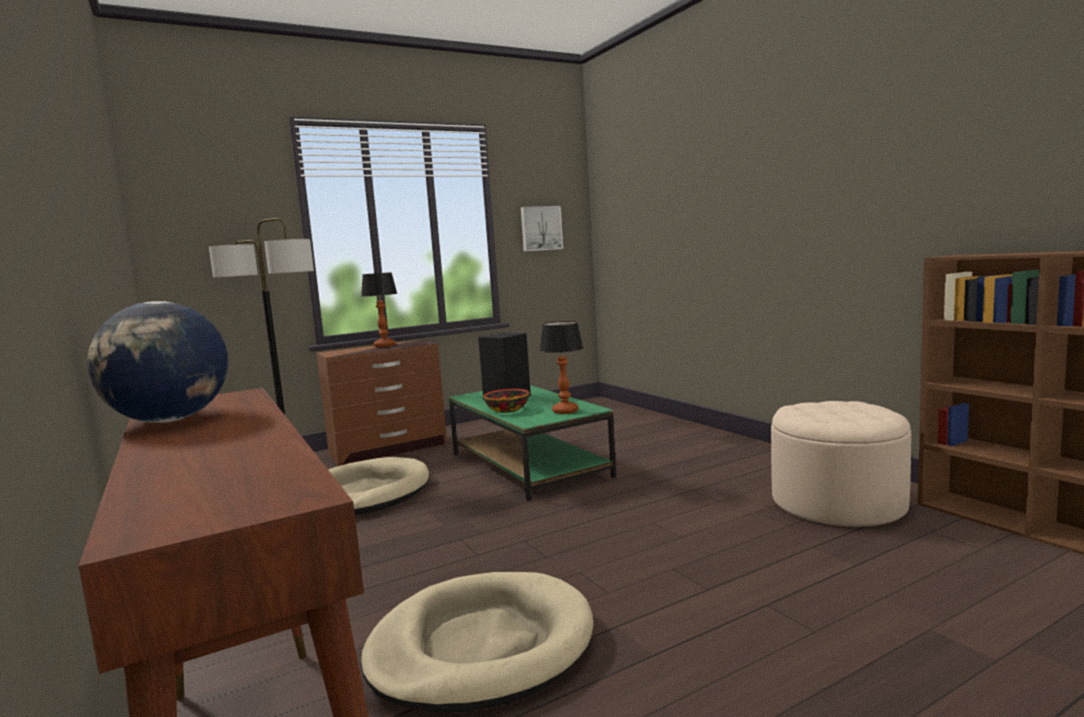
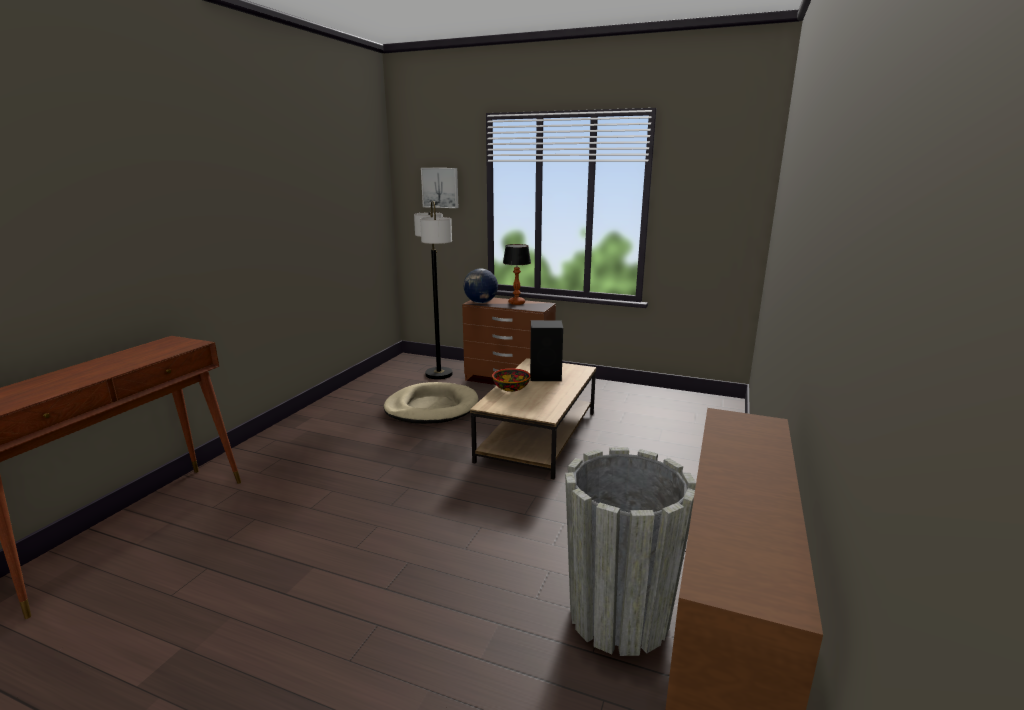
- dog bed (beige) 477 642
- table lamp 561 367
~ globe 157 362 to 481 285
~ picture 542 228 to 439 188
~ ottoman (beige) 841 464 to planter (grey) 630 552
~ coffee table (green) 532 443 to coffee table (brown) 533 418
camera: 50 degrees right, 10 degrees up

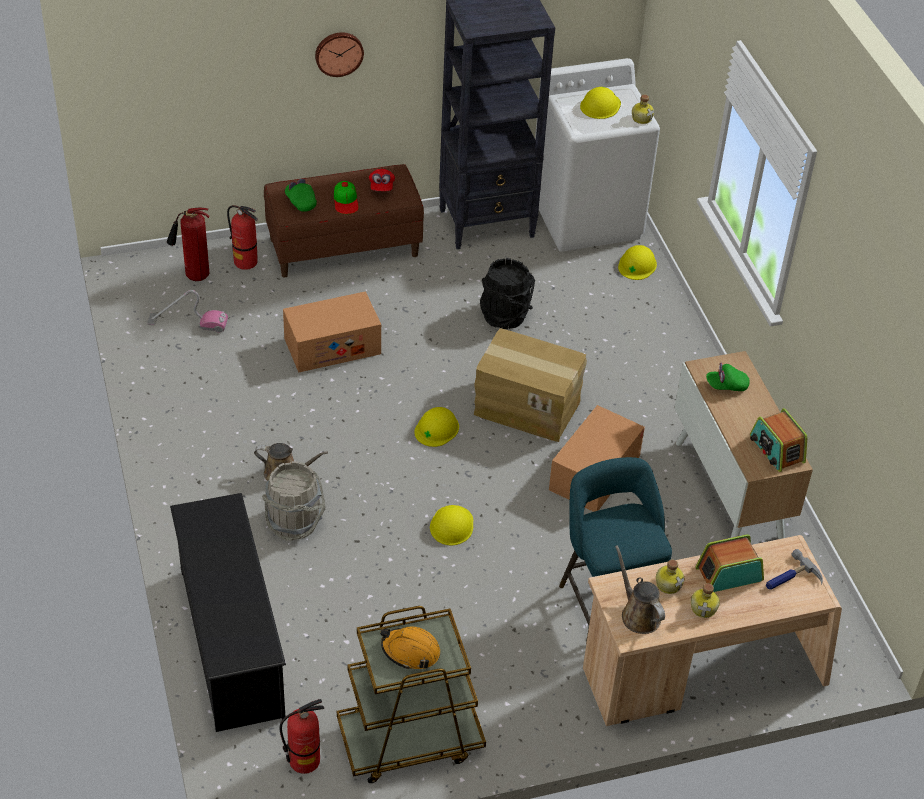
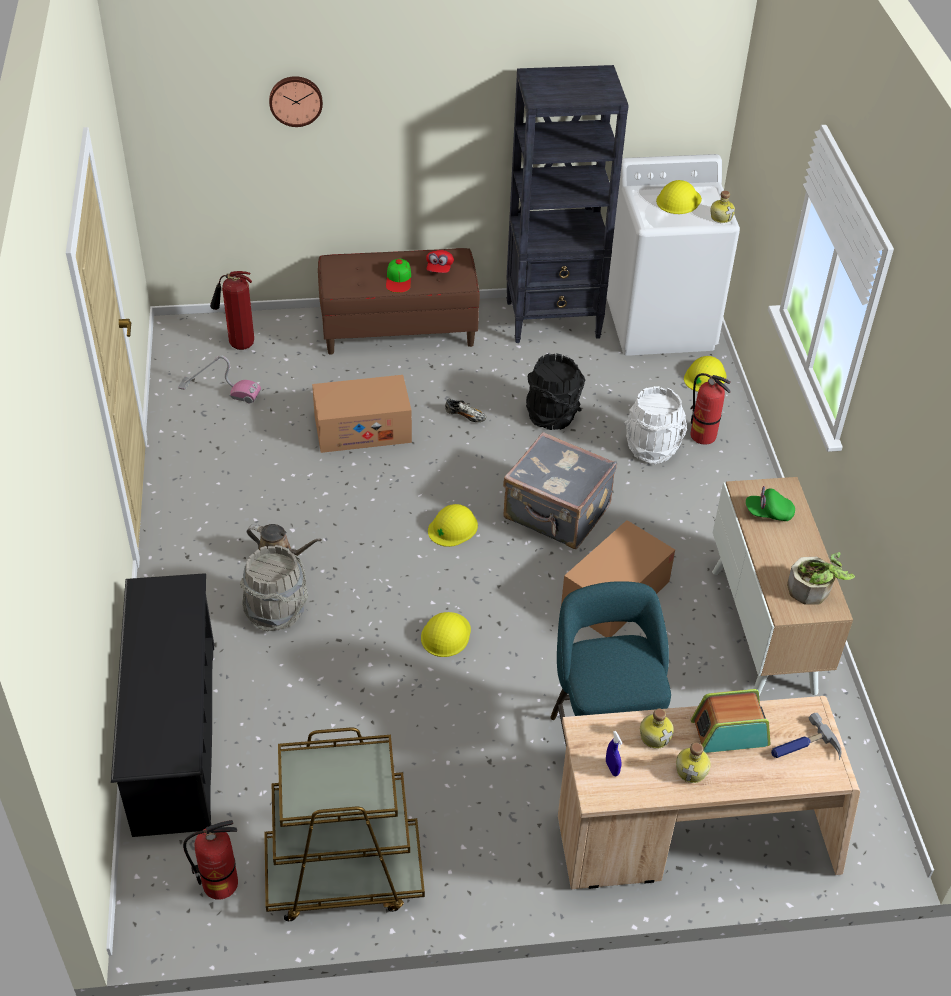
- cap (green) 301 195
- hard hat (orange) 410 648
+ shoe 465 410
+ bucket (white) 655 425
~ fire extinguisher 242 237 to 711 409
~ wall clock 339 54 to 296 101
~ cardboard box 530 385 to suitcase (grey) 560 490
~ watering can (brown) 640 589 to spray bottle (blue) 614 753
~ radio 778 440 to potted plant 821 578
camera: 10 degrees right, 0 degrees up

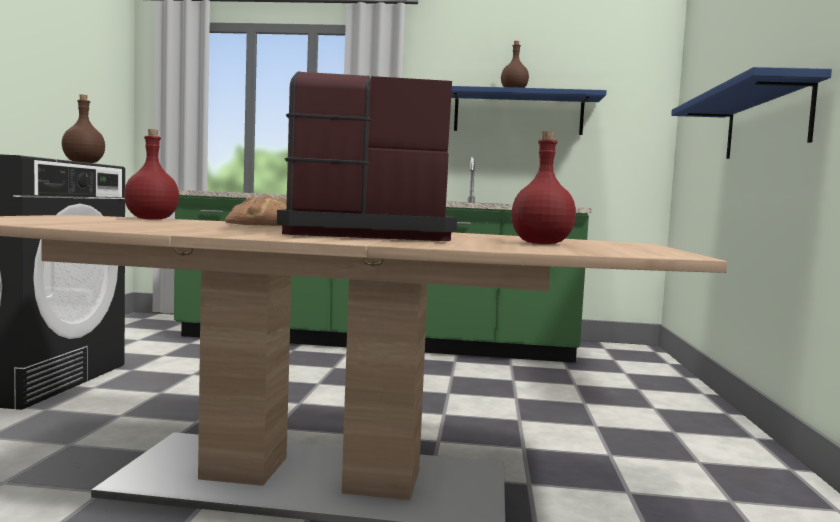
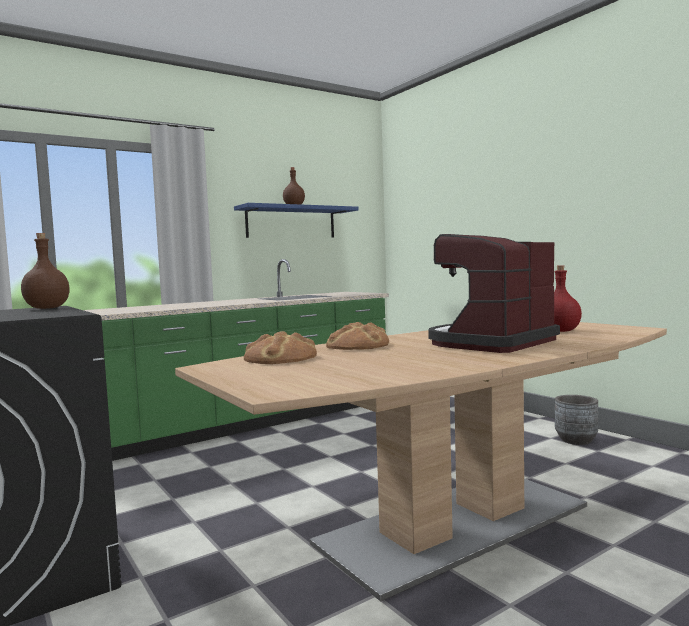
- shelf (blue) 751 113
+ planter (grey) 576 420
~ bottle (red) 151 174 to bread 280 347
camera: 40 degrees left, 0 degrees up

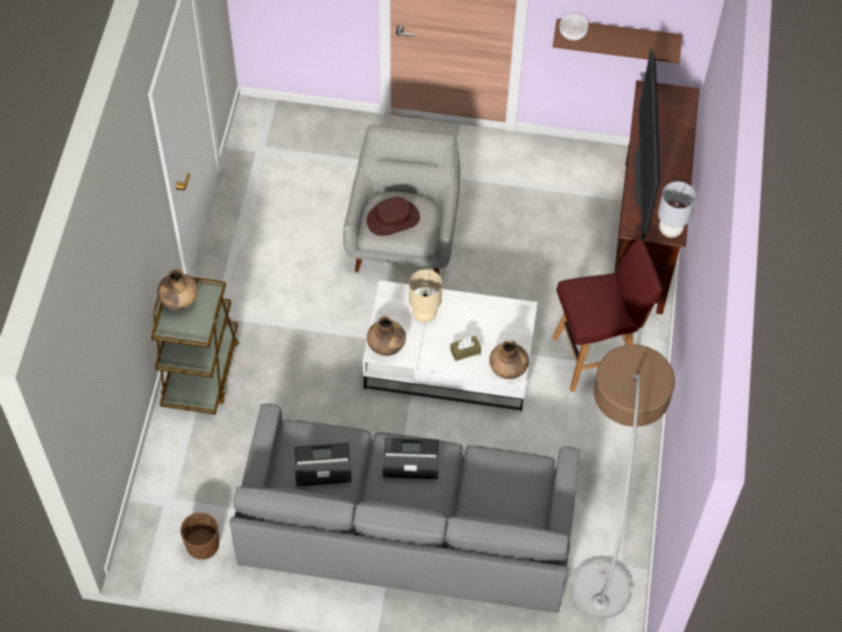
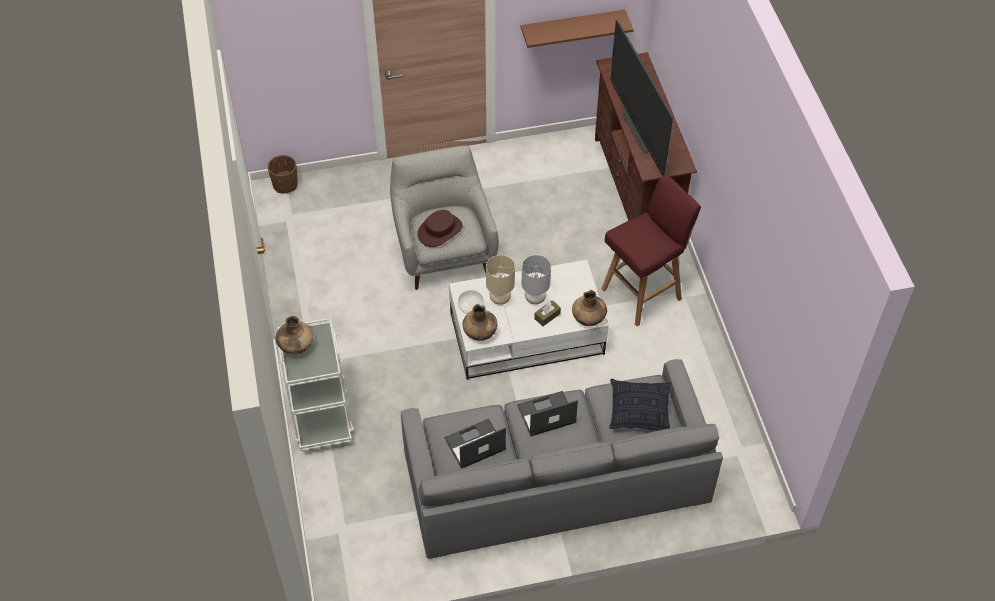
- floor lamp 623 481
+ pillow 640 405
~ planter (brown) 199 536 to 283 174
~ bowl 574 27 to 471 302
~ table lamp (grey) 677 209 to 536 280
~ cart (brown) 195 346 to cart (white) 315 384
camera: 20 degrees left, 5 degrees down

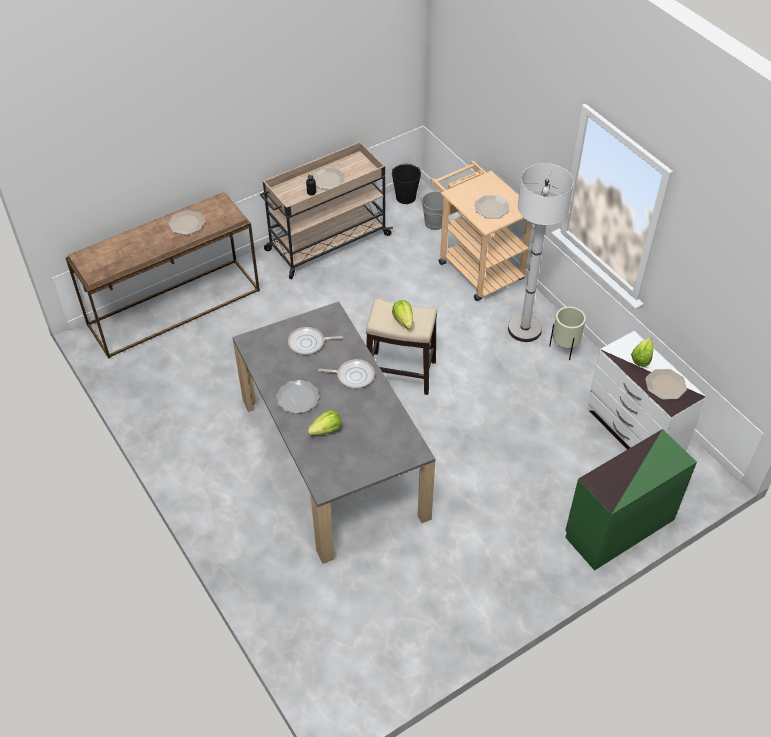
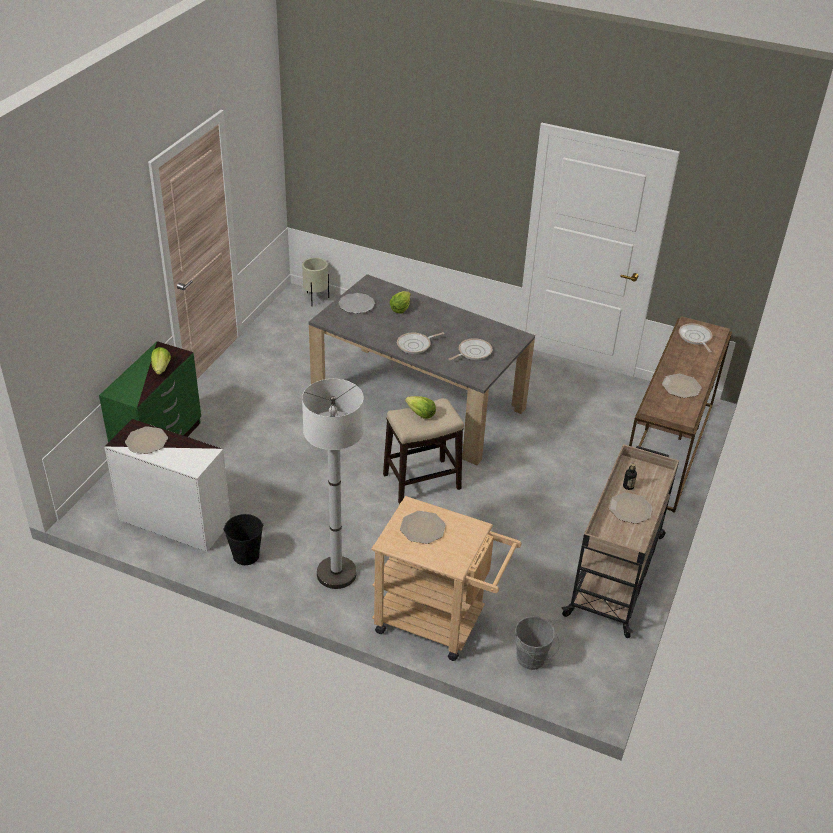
+ frying pan 695 338
~ plate 298 397 to 356 303
~ bucket (black) 406 184 to 243 539
~ planter (beige) 567 333 to 315 282
~ lettuce 642 352 to 161 361
camera: 145 degrees right, 10 degrees down

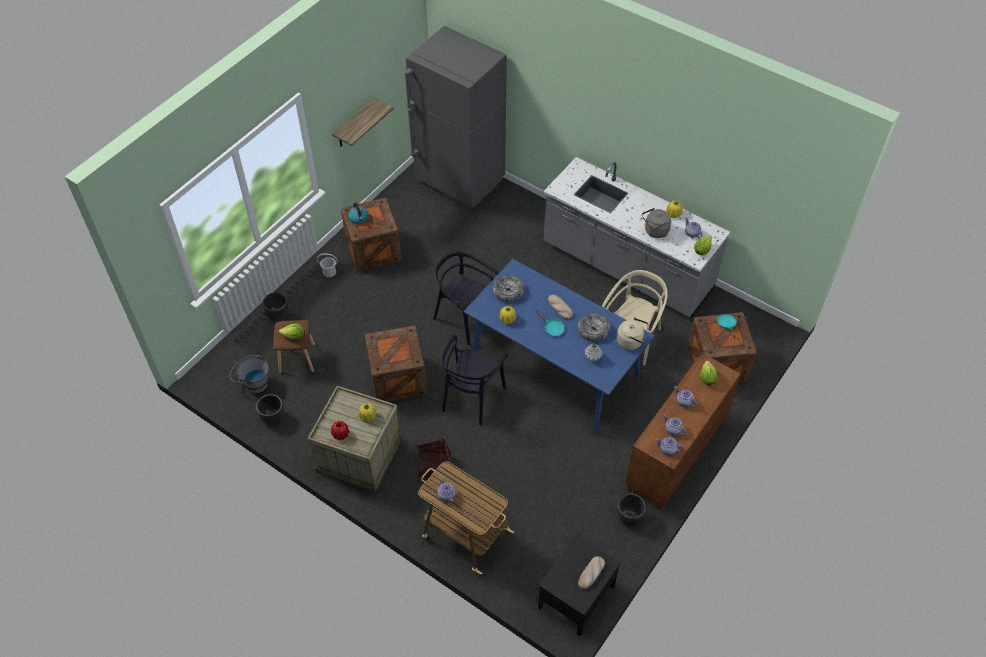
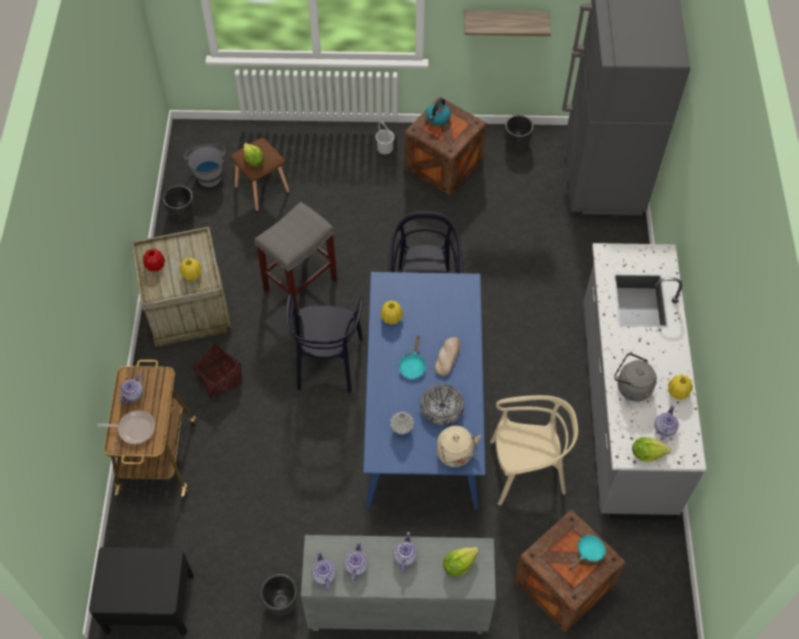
- bowl 508 288
- bread 591 572
+ frying pan 126 427
~ planter (black) 276 306 to 519 132
~ crate 396 364 to stool (grey) 295 255
~ cabinet (brown) 683 431 to cabinet (grey) 398 584
~ chair (black) 475 380 = 324 343 75 degrees counterclockwise
camera: 55 degrees right, 5 degrees up

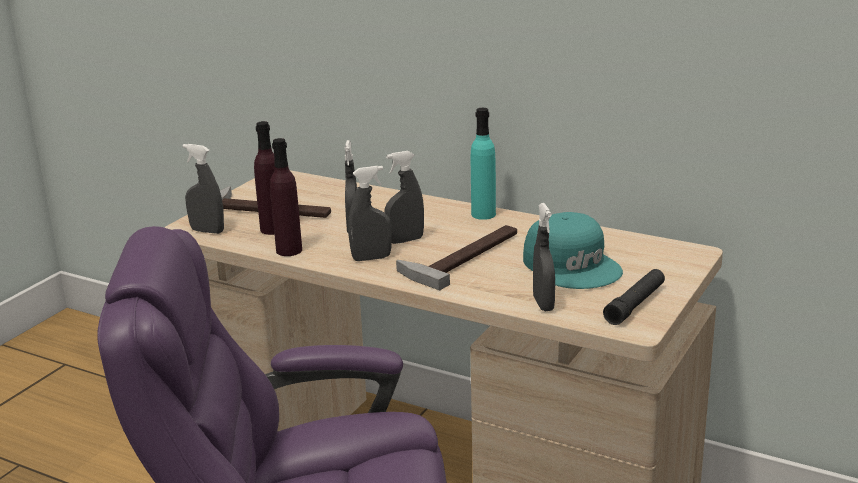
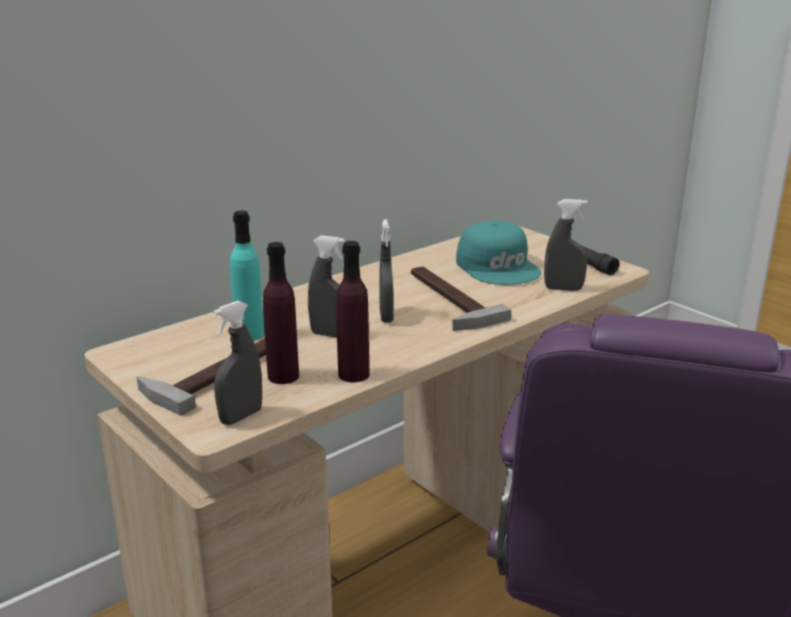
- spray bottle (grey) 370 213
~ bottle (turquoise) 483 164 to 247 275
~ cap (turquoise) 573 250 = 498 253 75 degrees clockwise
camera: 70 degrees left, 0 degrees up

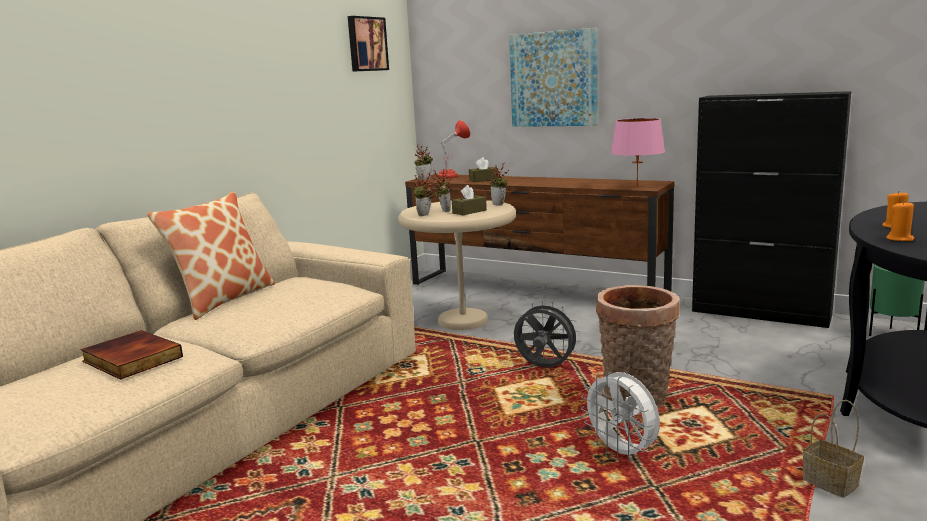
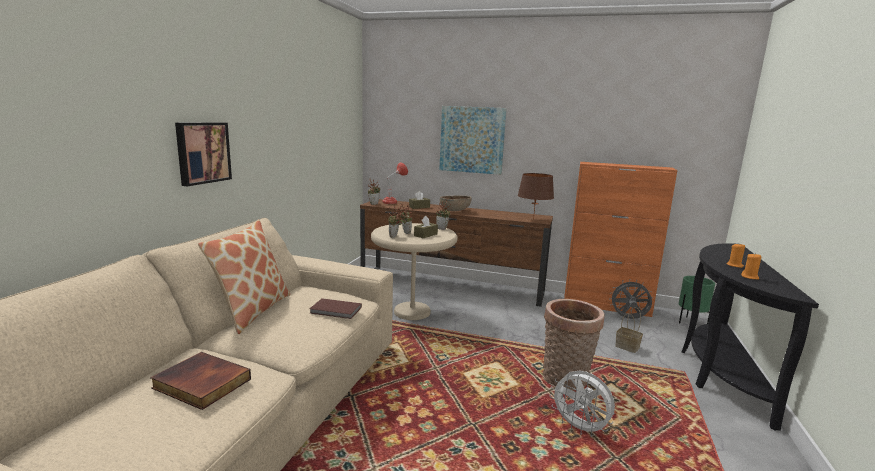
+ book (brown) 335 308
+ bowl (brown) 456 203
~ picture 368 44 to 203 154
~ fan (grey) 547 334 to 631 299
~ basket 833 449 to 629 330
~ table lamp (pink) 638 152 to table lamp (brown) 536 196
~ cabinet (black) 771 209 to cabinet (orange) 621 239
camera: 15 degrees left, 0 degrees up

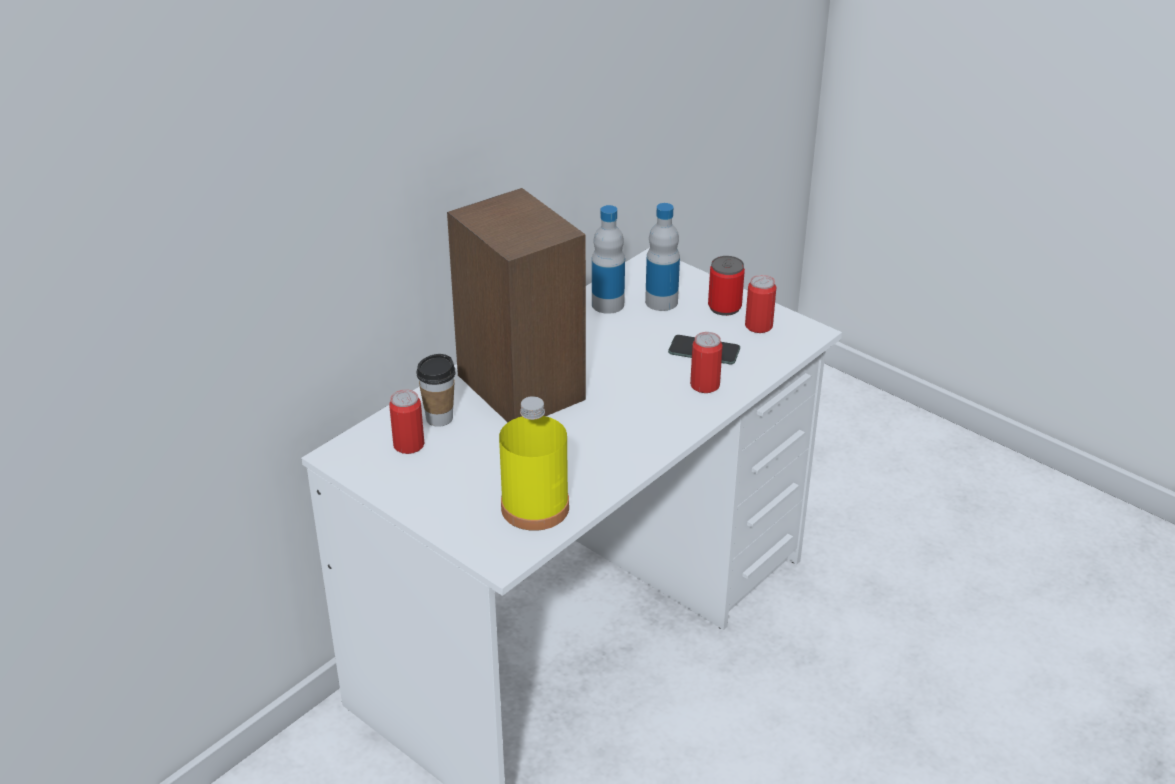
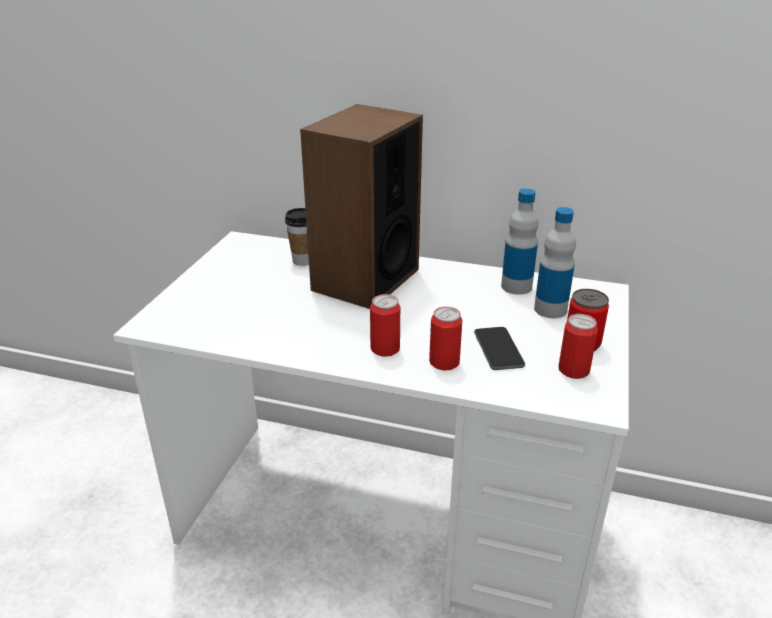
- bottle (yellow) 534 463
~ can 407 421 to 385 325
camera: 65 degrees right, 5 degrees down

